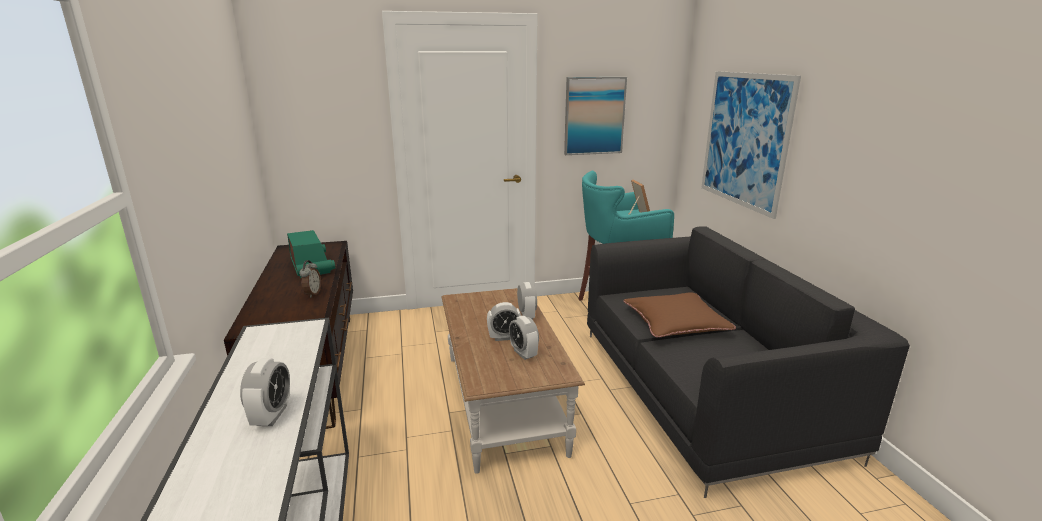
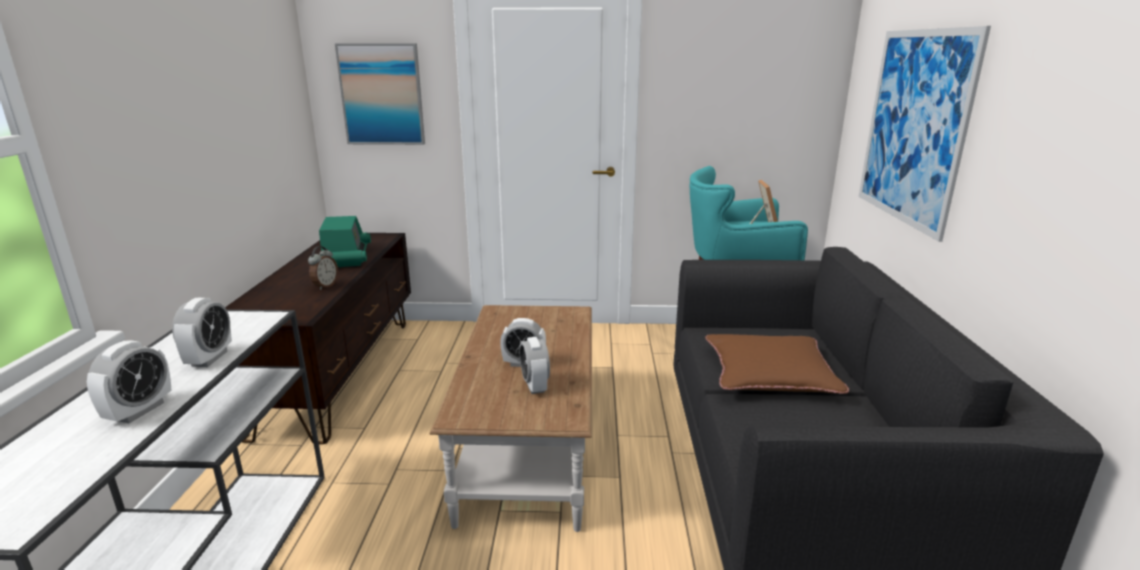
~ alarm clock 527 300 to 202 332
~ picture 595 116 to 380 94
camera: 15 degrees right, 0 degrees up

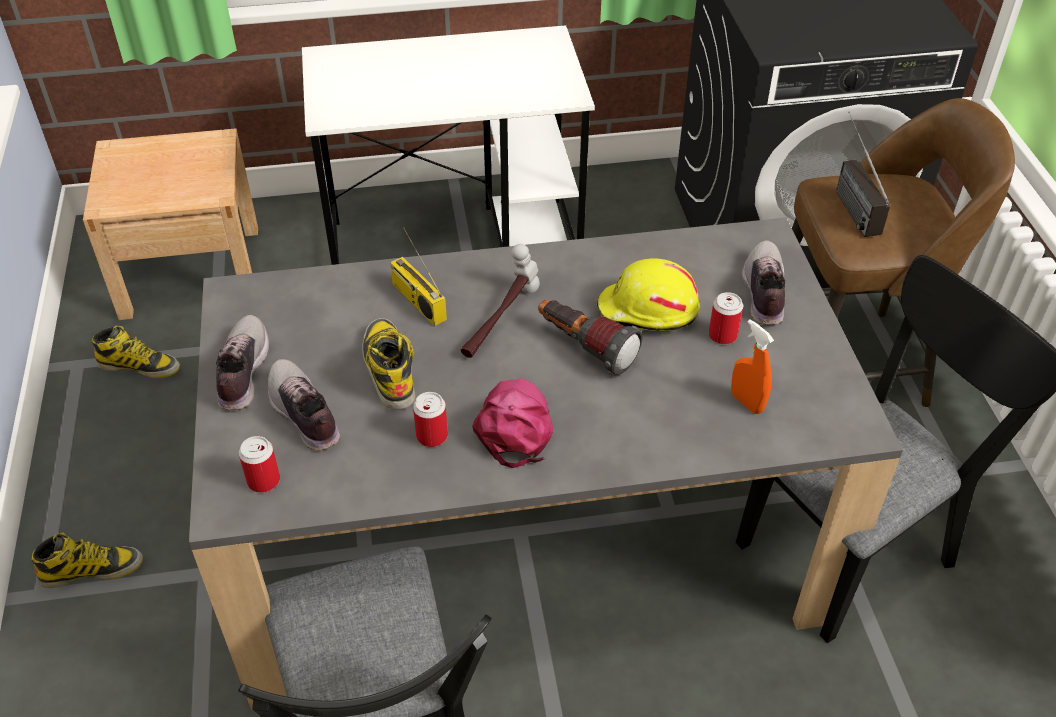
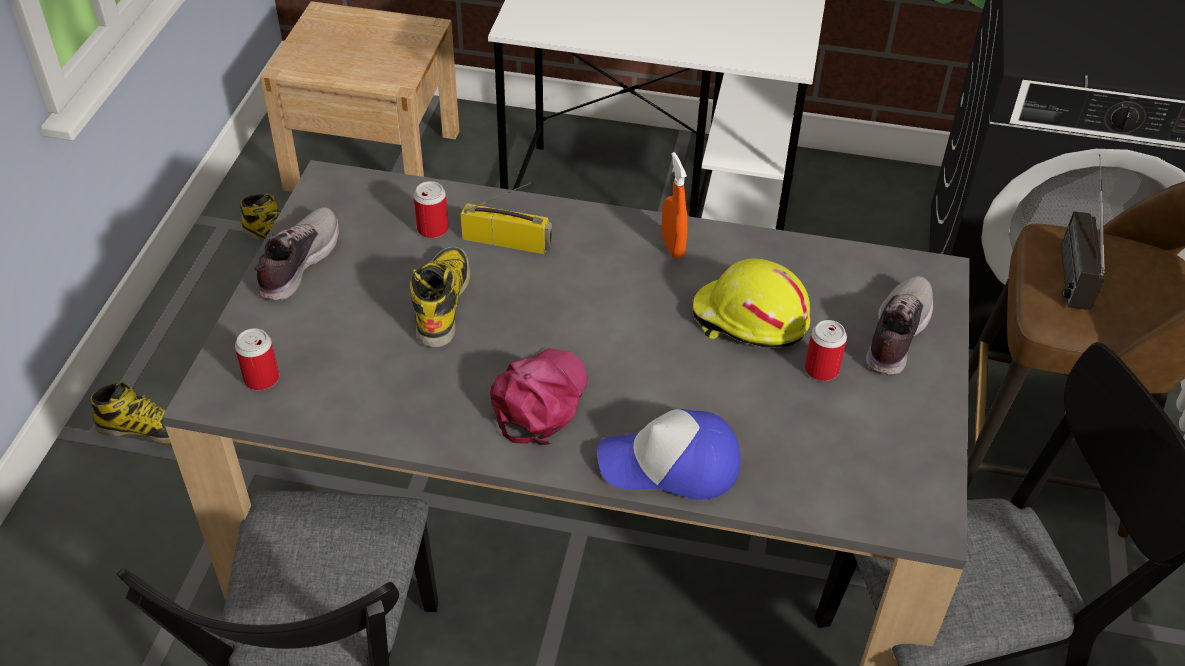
- shoe 304 405
- hammer 500 301
- flashlight 590 337
+ cap 668 454
~ can 430 419 to 431 209
~ spray bottle (orange) 752 366 to 674 205
~ radio 418 276 = 506 218 120 degrees clockwise
camera: 20 degrees right, 0 degrees up

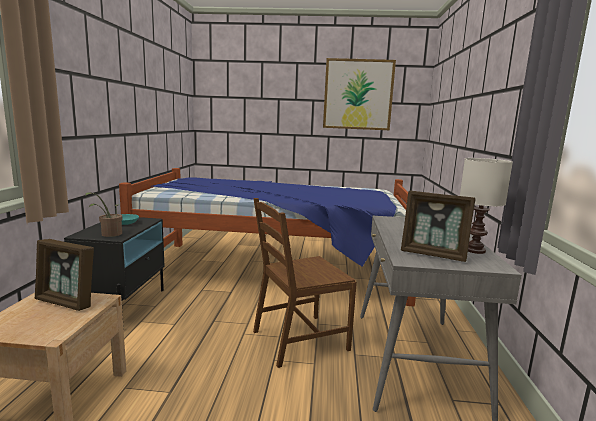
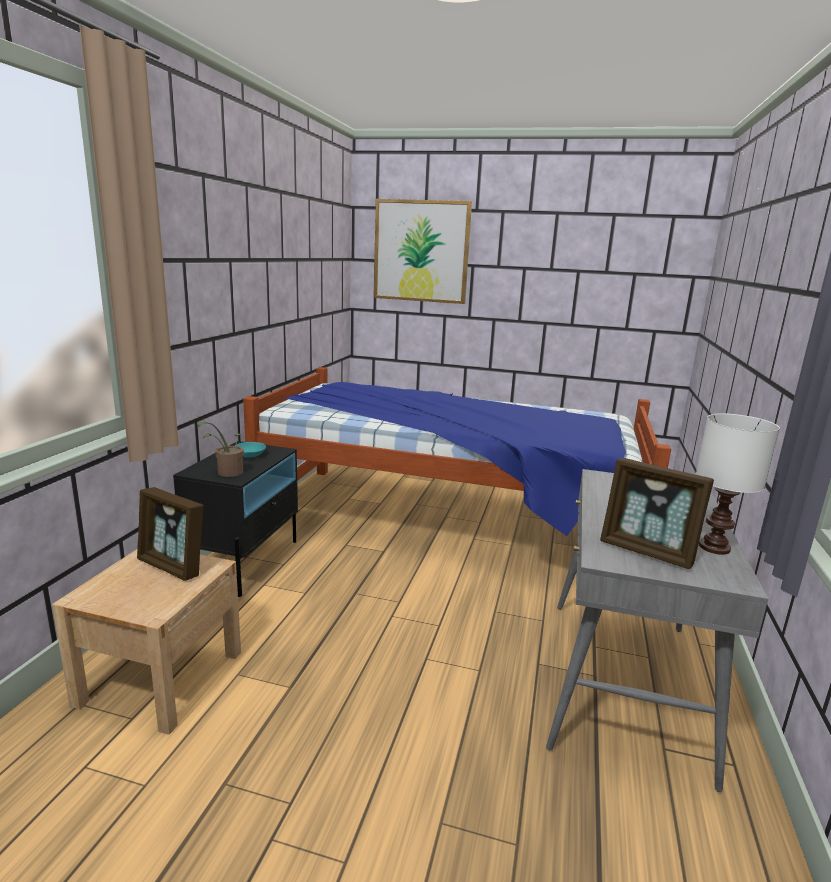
- chair (brown) 305 283
~ picture 359 94 to 423 251
camera: 10 degrees right, 5 degrees up

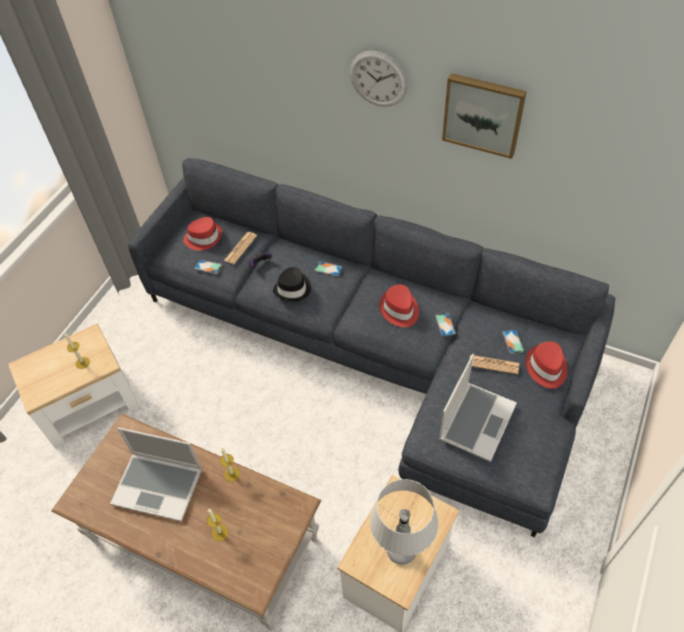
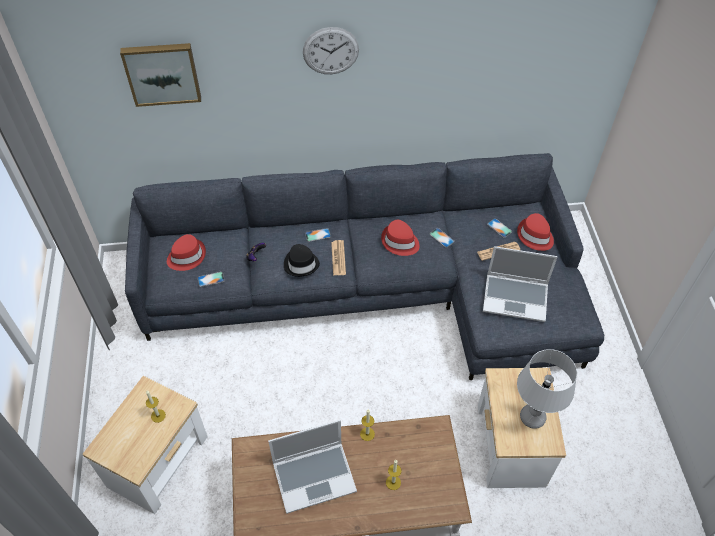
~ newspaper 240 248 to 338 258
~ picture 484 116 to 160 75
~ laptop 478 408 = 520 284 105 degrees clockwise
camera: 35 degrees left, 0 degrees up

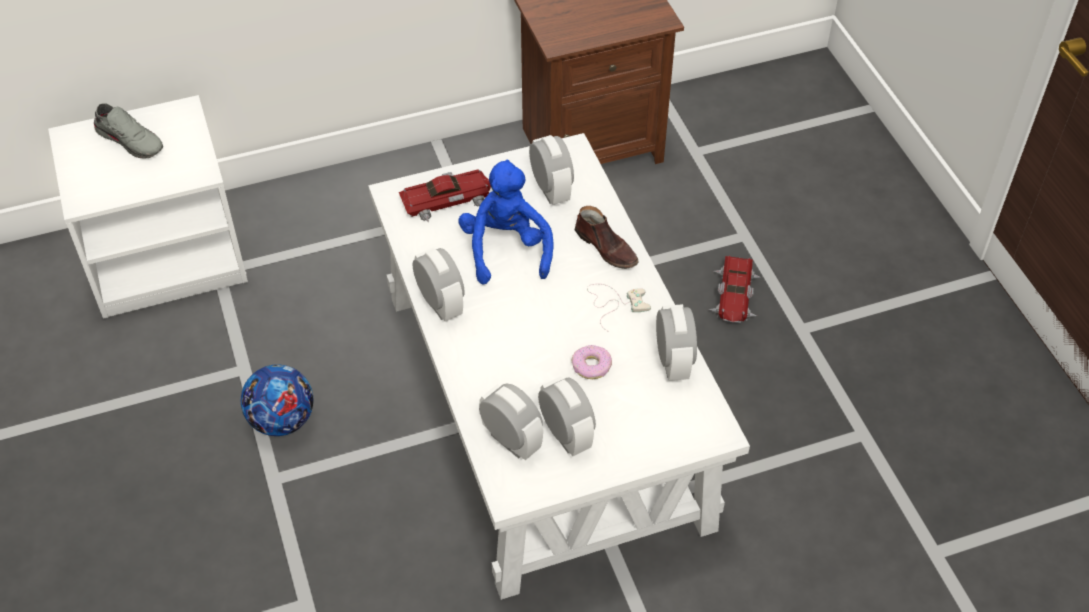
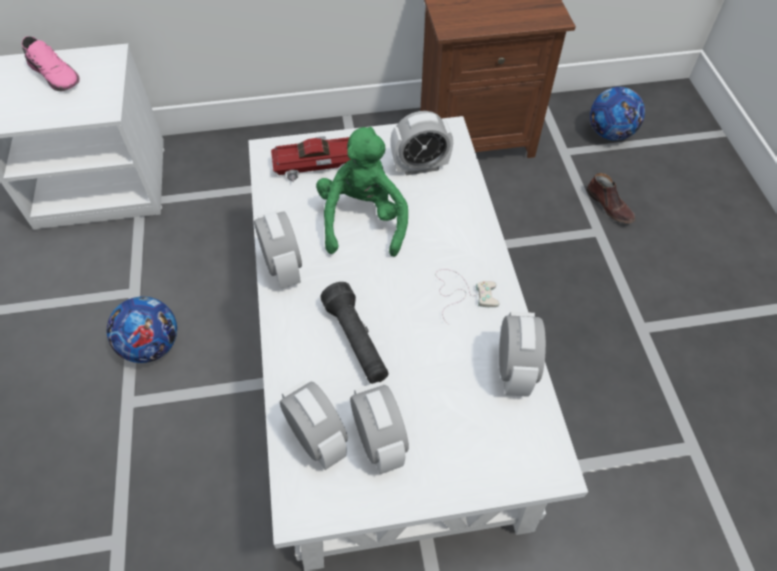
- donut 592 362
- toy car 734 289
+ flashlight (black) 354 333
+ football 617 114
~ shoe (brown) 607 237 to 610 198
~ shoe (grey) 128 130 to shoe (pink) 51 63
~ plush toy (blue) 506 222 to plush toy (green) 362 192
~ alarm clock 551 170 = 422 143 90 degrees clockwise
camera: 10 degrees right, 5 degrees up

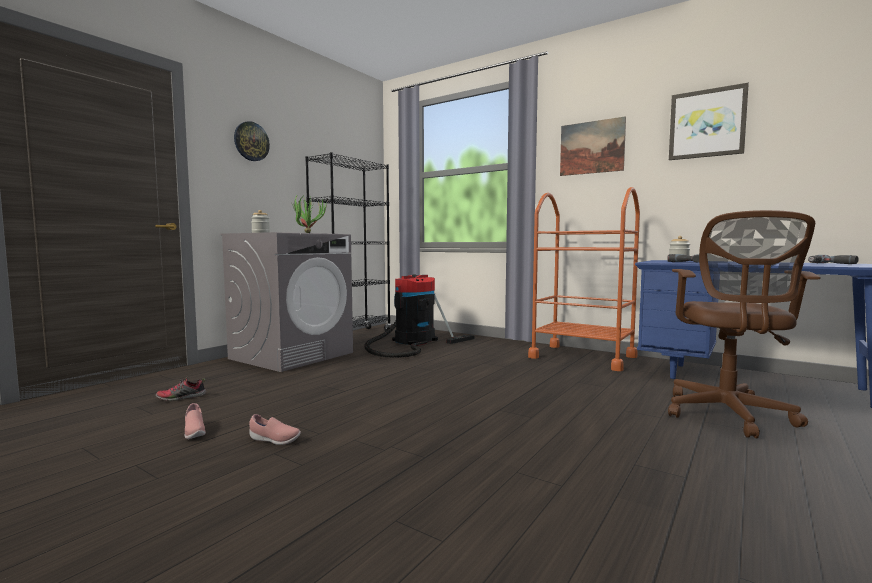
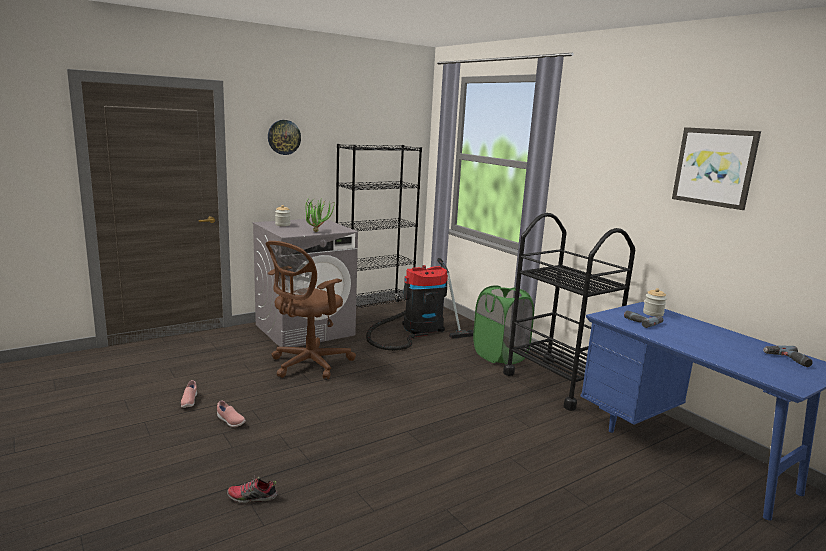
- picture 593 146
+ laundry basket (green) 503 325
~ shoe 181 389 to 252 489
~ office chair (brown) 744 324 to 311 310
~ cart (orange) 584 279 to cart (black) 569 312
camera: 20 degrees right, 10 degrees up

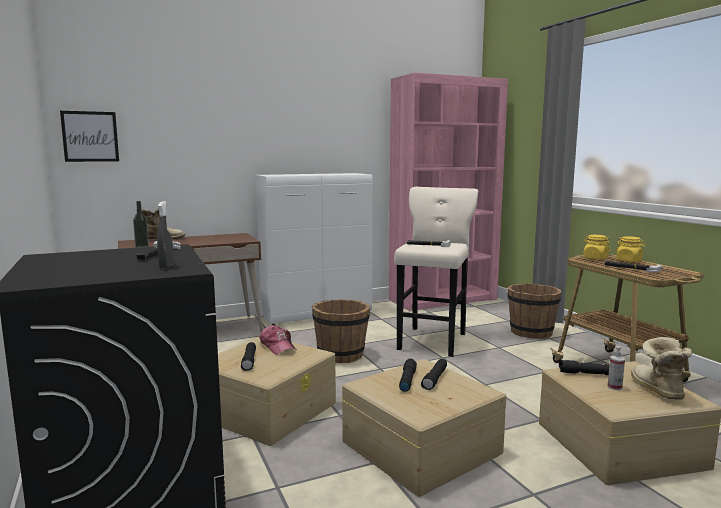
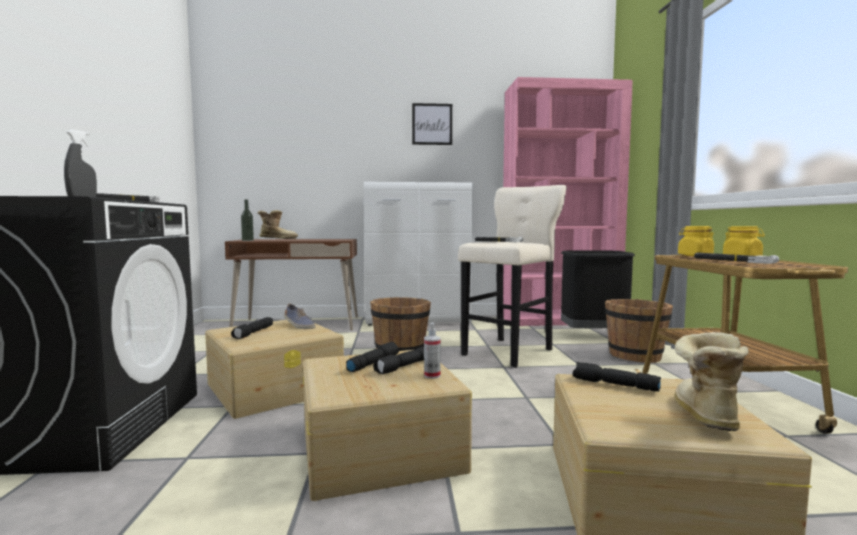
+ trash can (black) 598 289
~ picture 89 136 to 432 124
~ spray bottle 616 368 to 432 351
~ cap 277 340 to shoe 299 316
camera: 20 degrees right, 5 degrees down

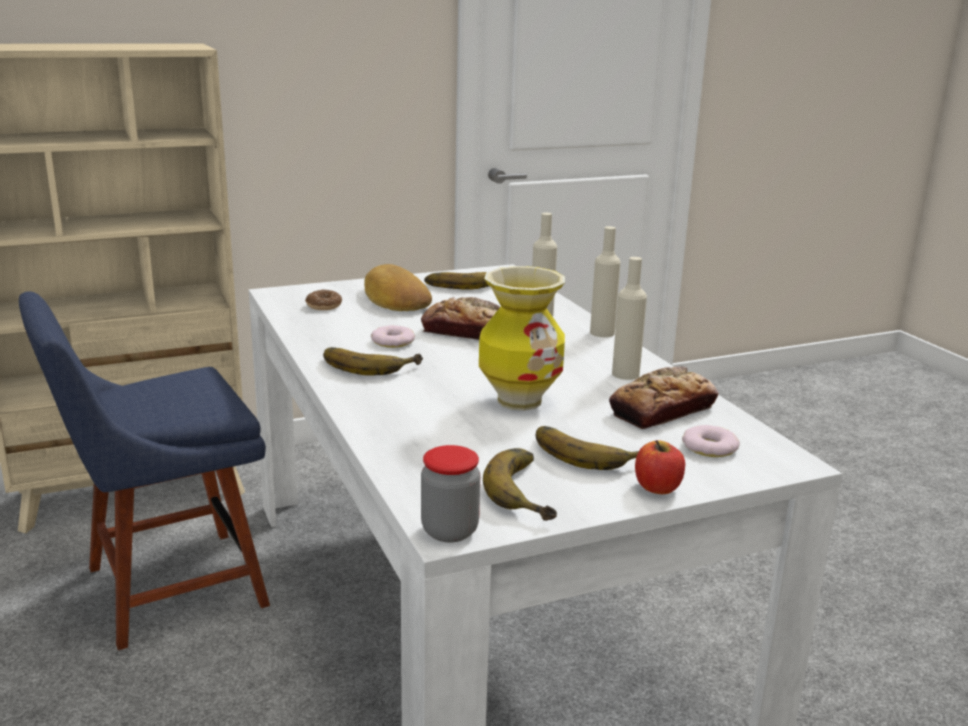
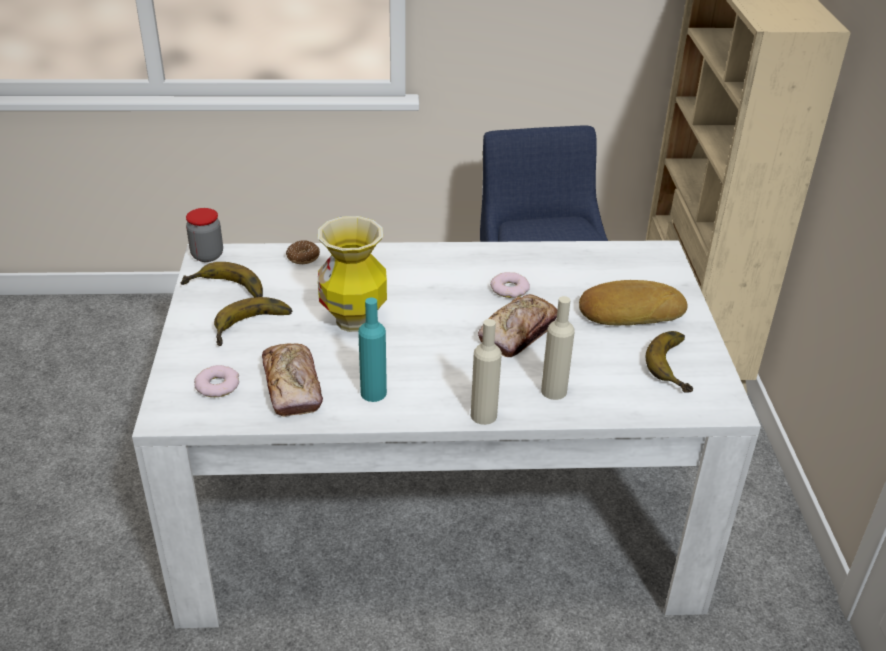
- banana 373 361
- apple 660 467
~ donut 323 300 to 303 252
~ bottle (beige) 629 318 to bottle (turquoise) 372 349
camera: 110 degrees right, 15 degrees up

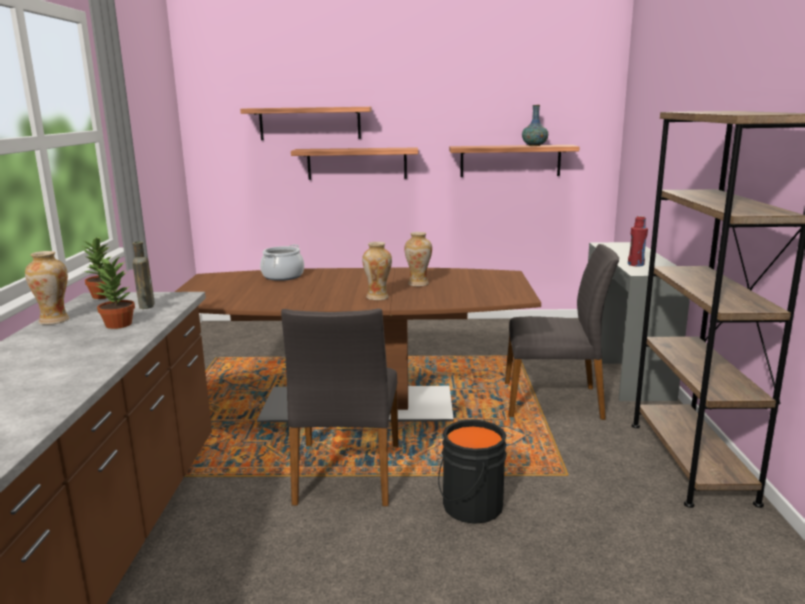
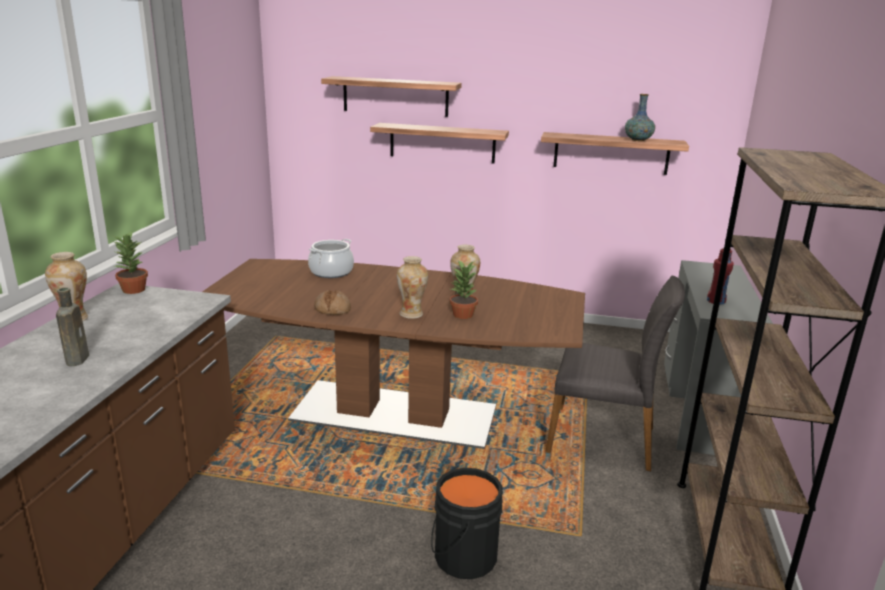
- chair (grey) 340 407
+ bread 332 302
~ potted plant 115 292 to 464 289
~ bottle (brown) 143 275 to 72 326
camera: 10 degrees right, 5 degrees up

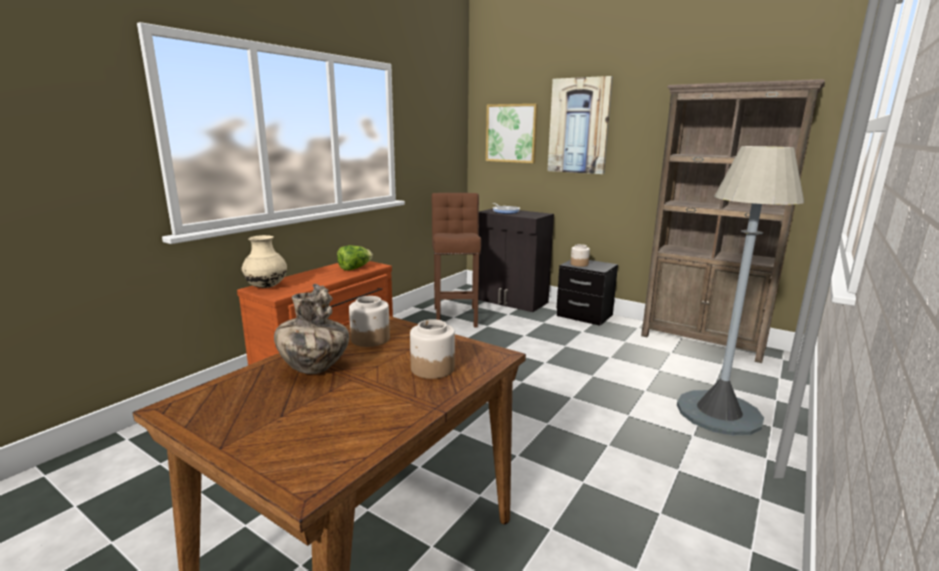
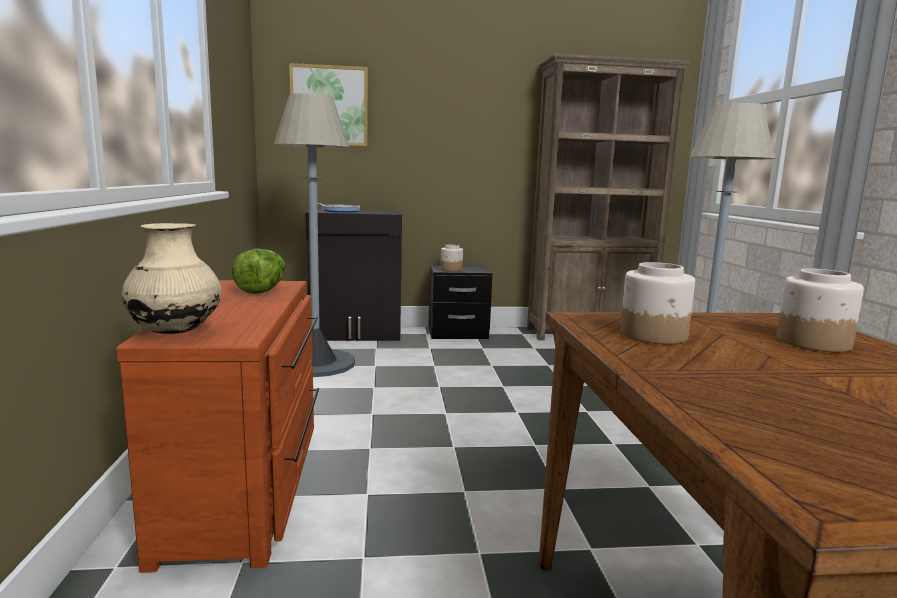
- vase 311 329
- picture 580 125
~ stool (brown) 456 260 to floor lamp (grey) 314 235
camera: 40 degrees left, 5 degrees down

